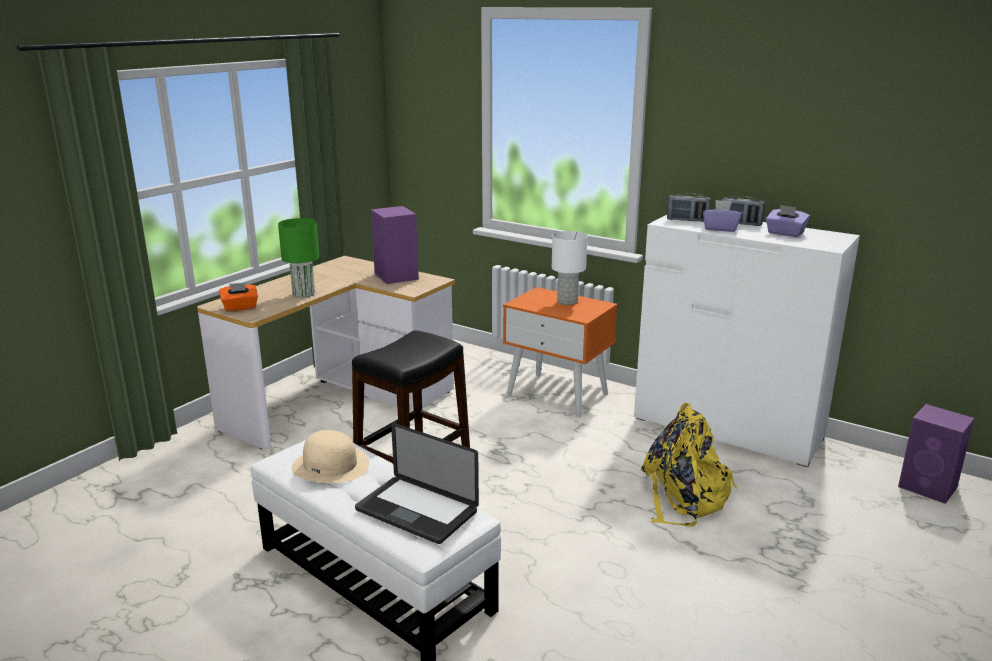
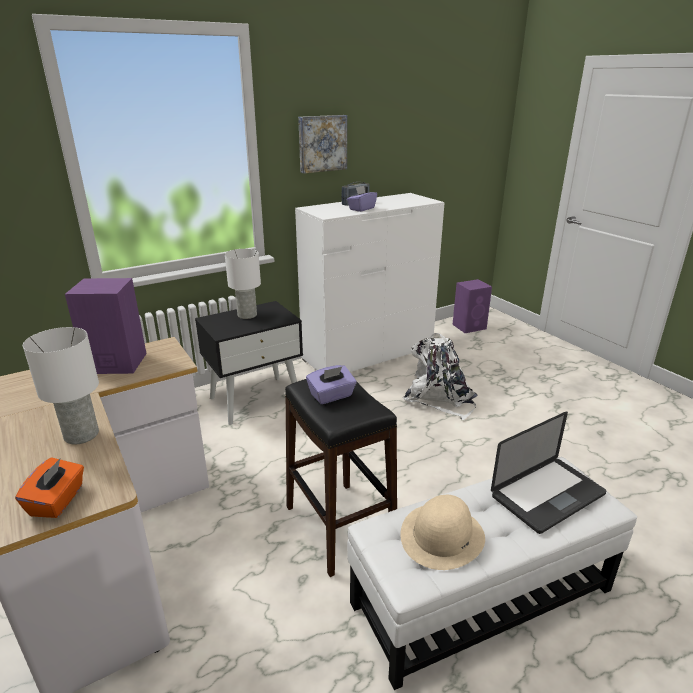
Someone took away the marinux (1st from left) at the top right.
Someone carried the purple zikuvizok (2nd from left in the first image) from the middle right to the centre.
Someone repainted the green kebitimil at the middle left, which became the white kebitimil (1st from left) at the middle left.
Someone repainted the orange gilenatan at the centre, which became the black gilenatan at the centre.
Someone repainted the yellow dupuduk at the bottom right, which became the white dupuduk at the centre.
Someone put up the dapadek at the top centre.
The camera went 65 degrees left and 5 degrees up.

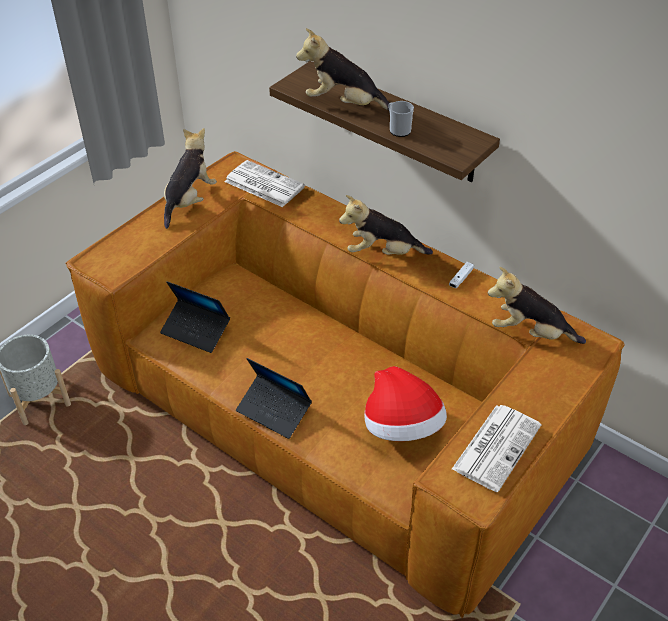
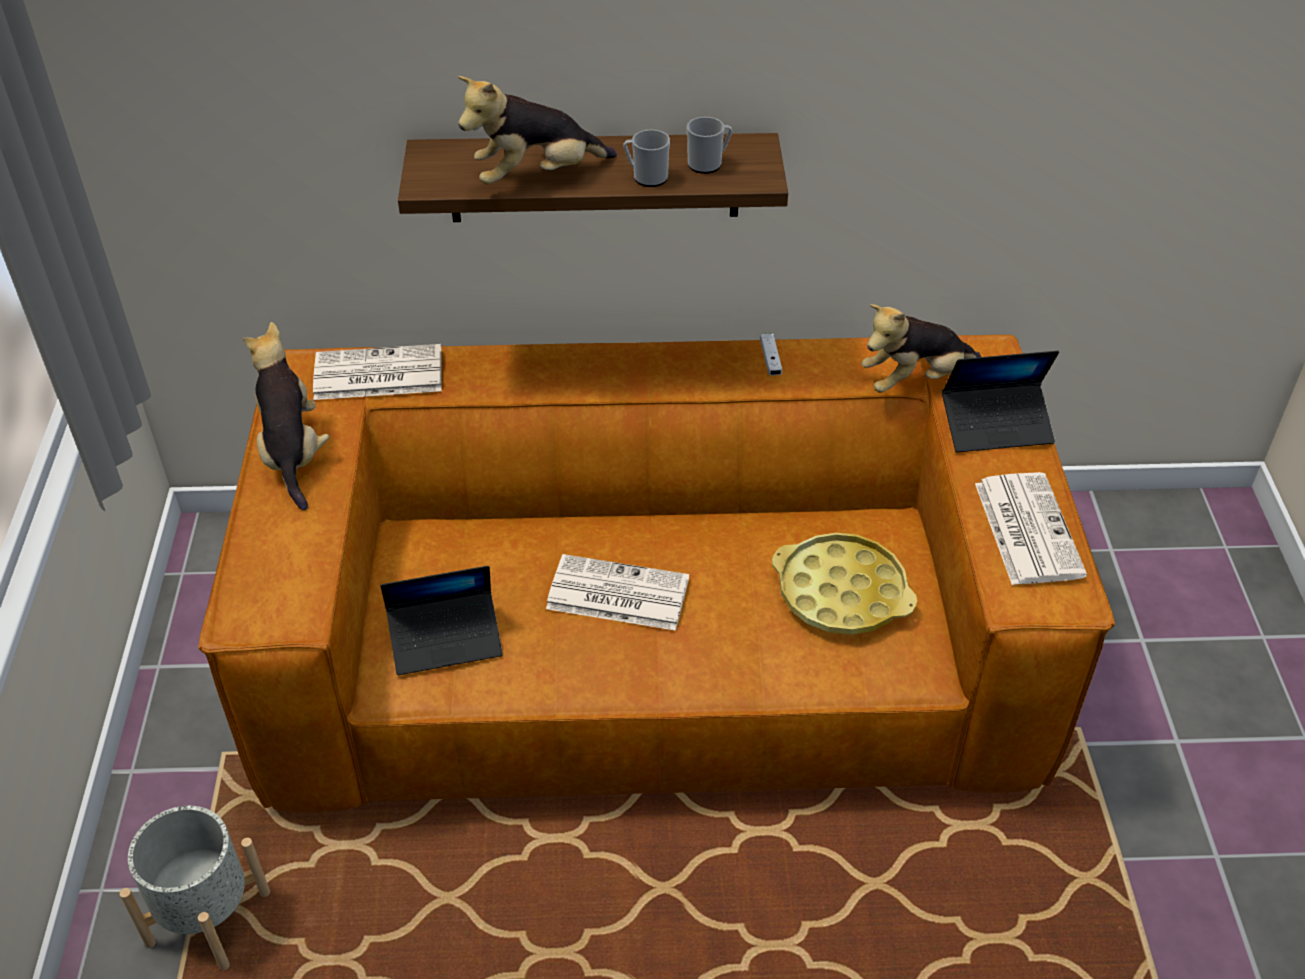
Someone took away the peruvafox (3rd from left) at the centre.
Someone carried the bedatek (2nd from left) from the centre to the middle right.
Someone swapped the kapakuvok at the centre for the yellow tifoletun at the centre.
Someone put down the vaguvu (2nd from left) at the top centre.
Someone put down the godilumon (2nd from left) at the centre.
The camera went 40 degrees left and 0 degrees up.

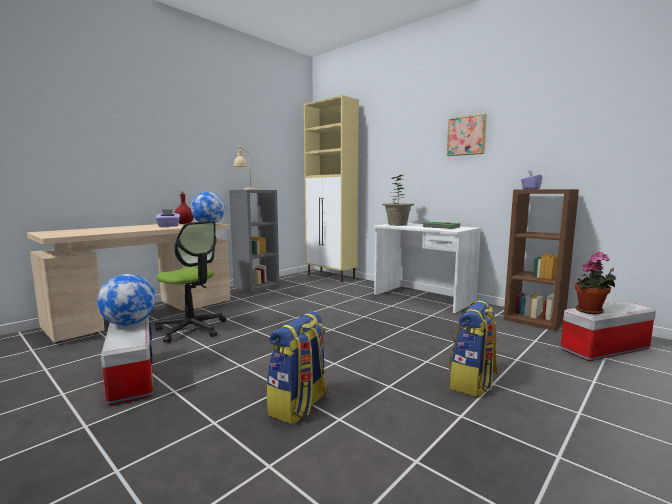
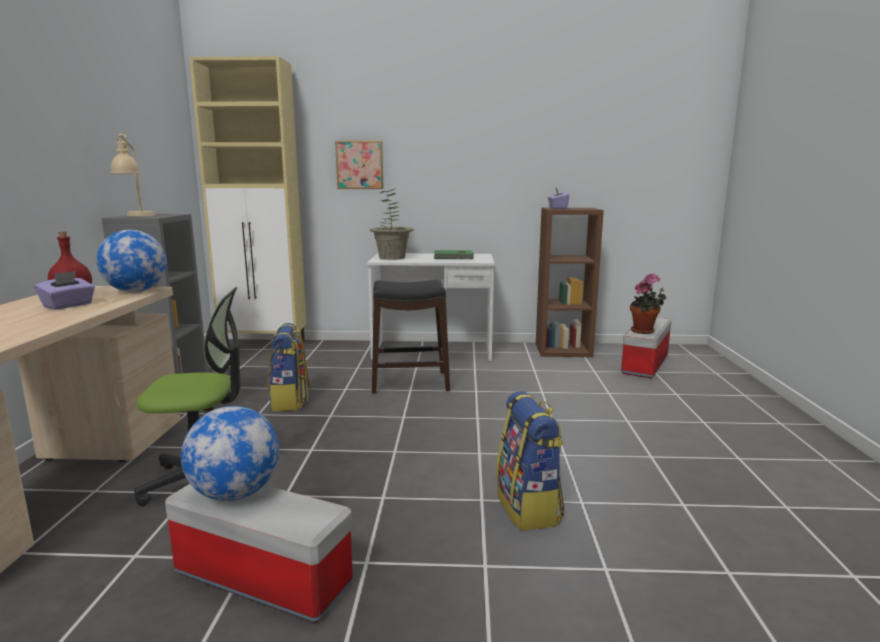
Someone carried the dapadek from the top right to the top centre.
Someone carried the dupuduk (2nd from left in the first image) from the bottom right to the middle left.
Someone put down the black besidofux at the centre.
The camera went 40 degrees left and 5 degrees up.

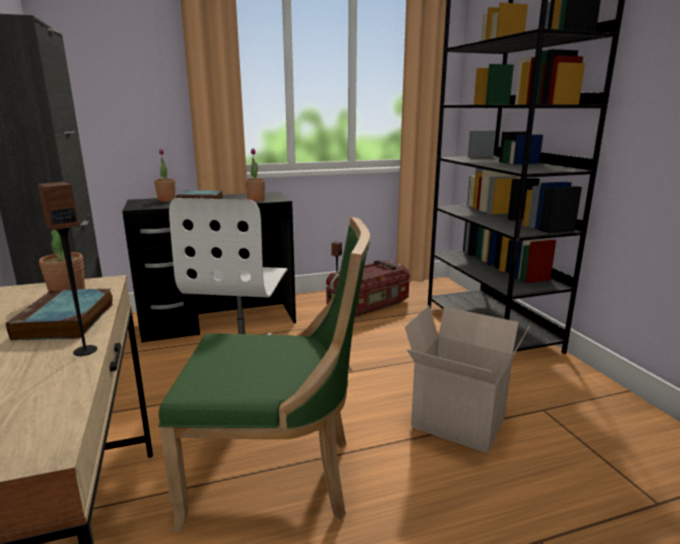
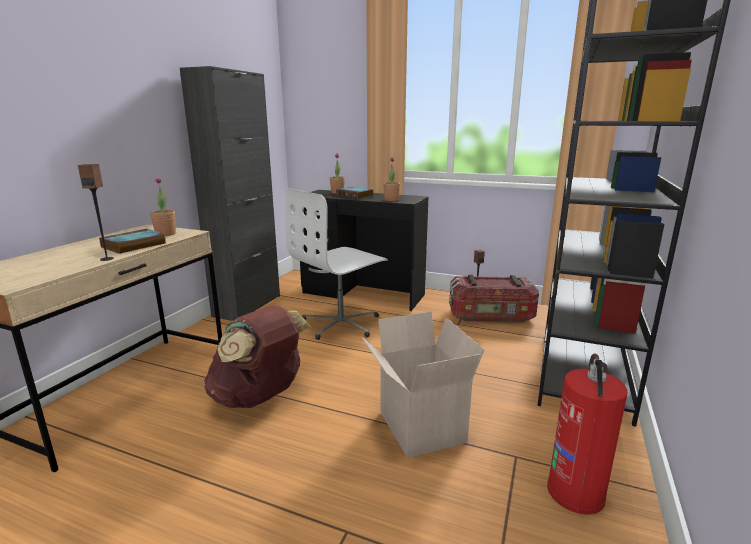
Someone swapped the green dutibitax at the bottom centre for the brown dupuduk at the centre.
Someone put down the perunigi at the bottom right.
The camera went 40 degrees right and 0 degrees up.

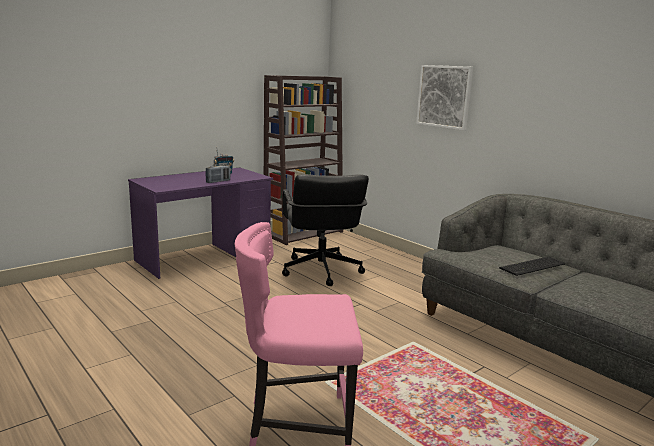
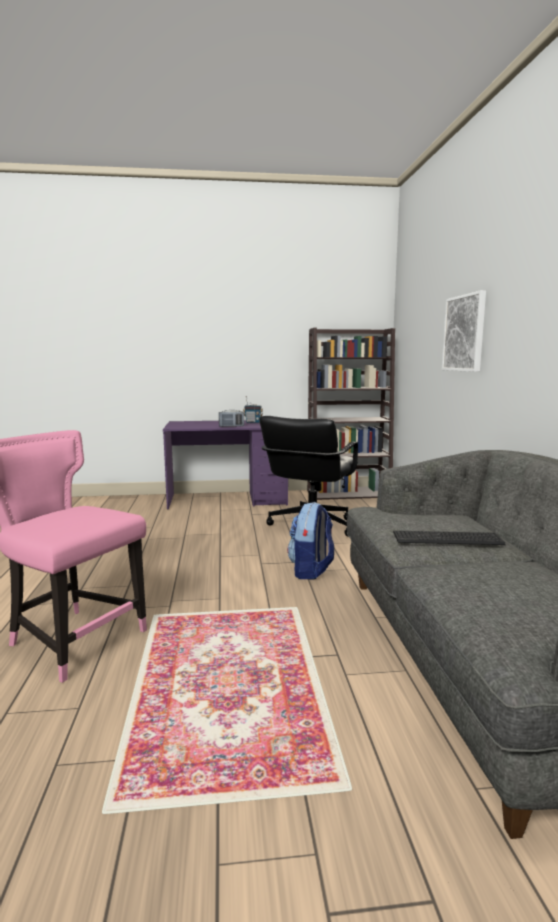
Someone put down the dupuduk at the centre.
The camera went 35 degrees right and 5 degrees down.

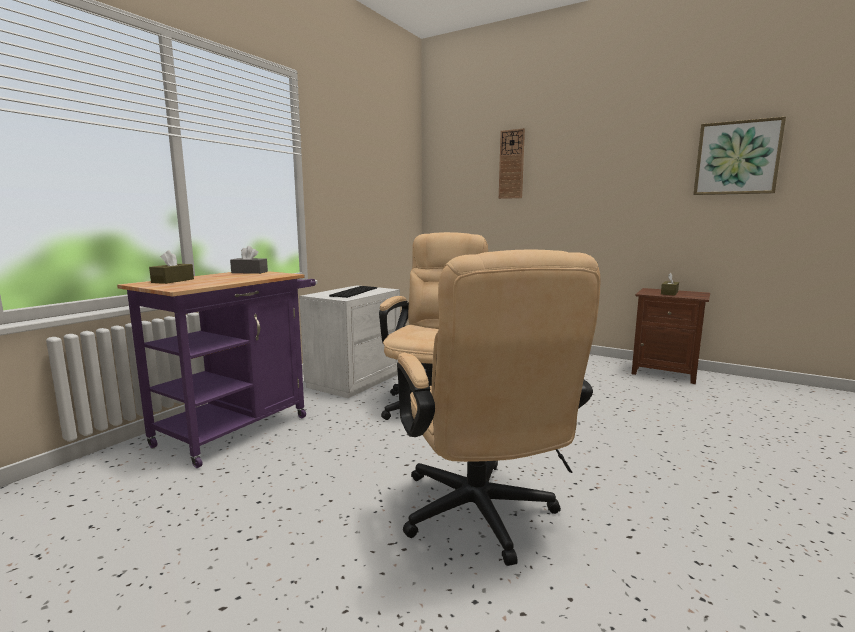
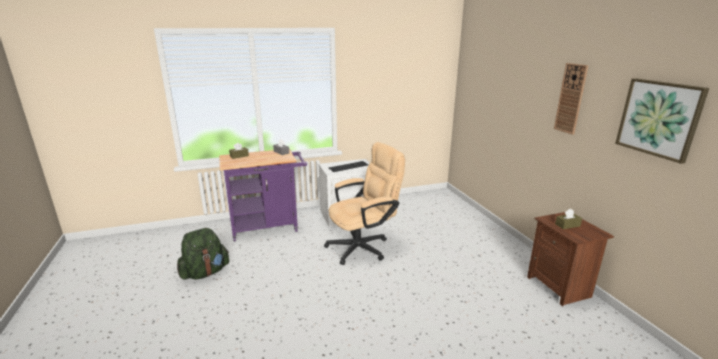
Someone carried the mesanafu from the top centre to the top right.
Someone took away the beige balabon (2nd from left) at the centre.
Someone put down the green dupuduk at the bottom left.
The camera went 40 degrees right and 10 degrees up.

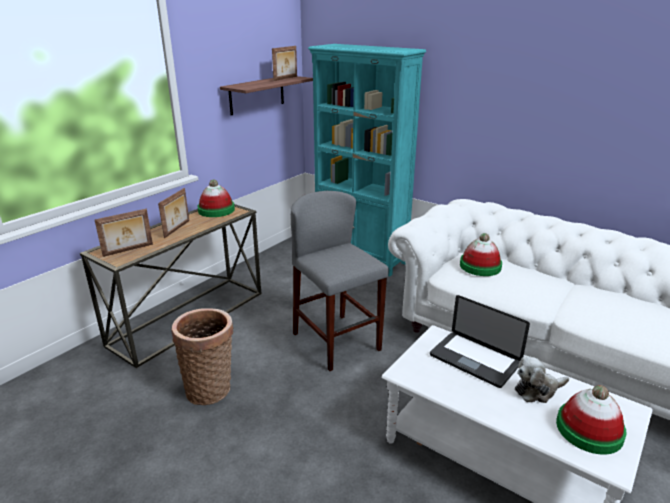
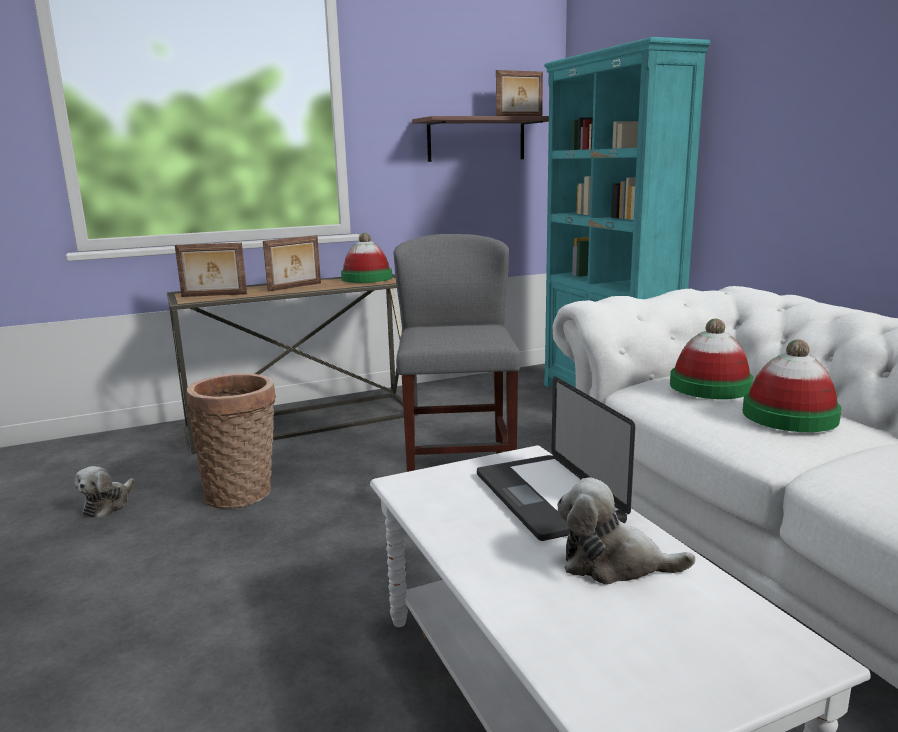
Someone carried the kapakuvok (3rd from left) from the bottom right to the middle right.
Someone put down the peruvafox (1st from left) at the bottom left.
The camera went 30 degrees right and 10 degrees down.

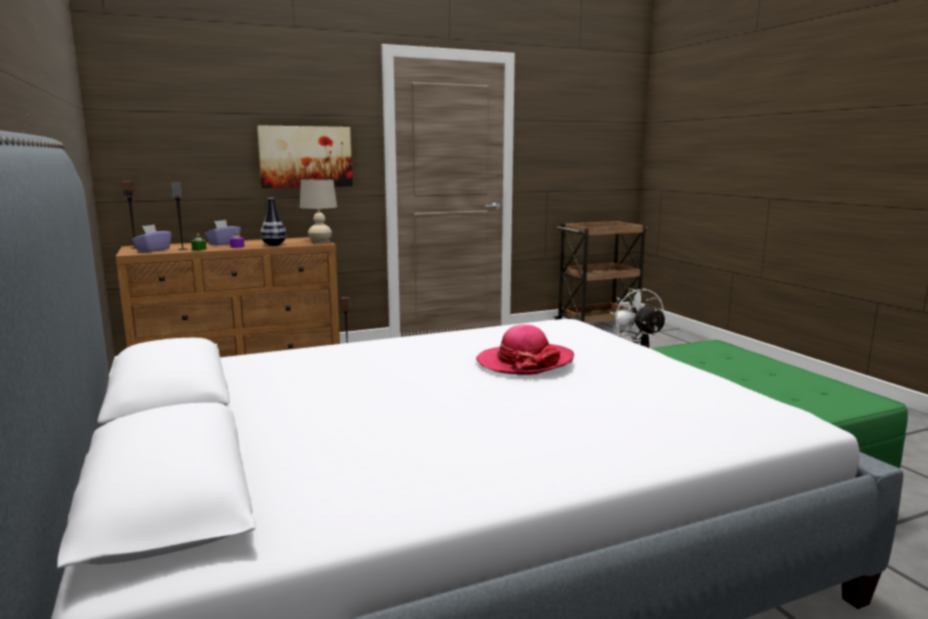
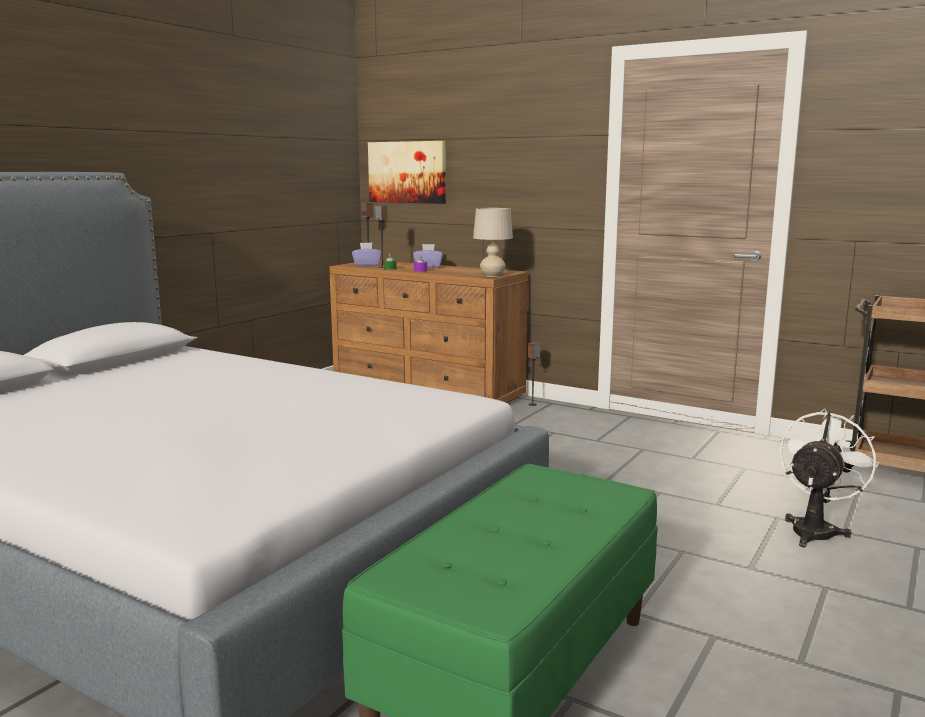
Someone carried the dapadek from the top left to the top centre.
Someone took away the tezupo at the middle left.
Someone took away the kapakuvok at the centre.
The camera went 55 degrees right and 0 degrees up.

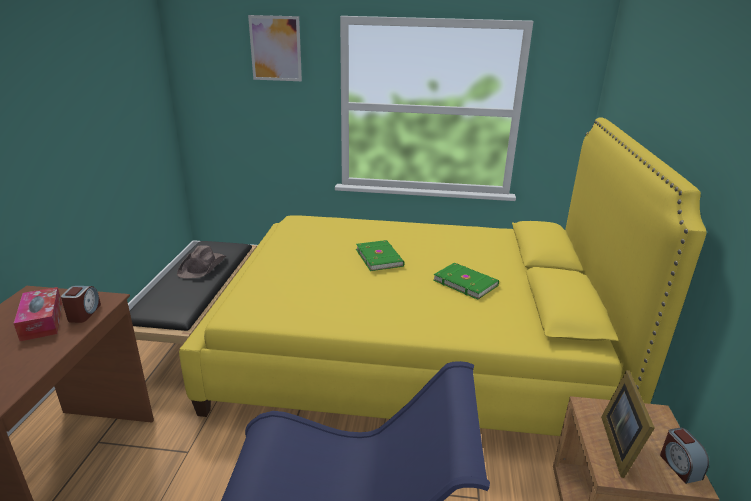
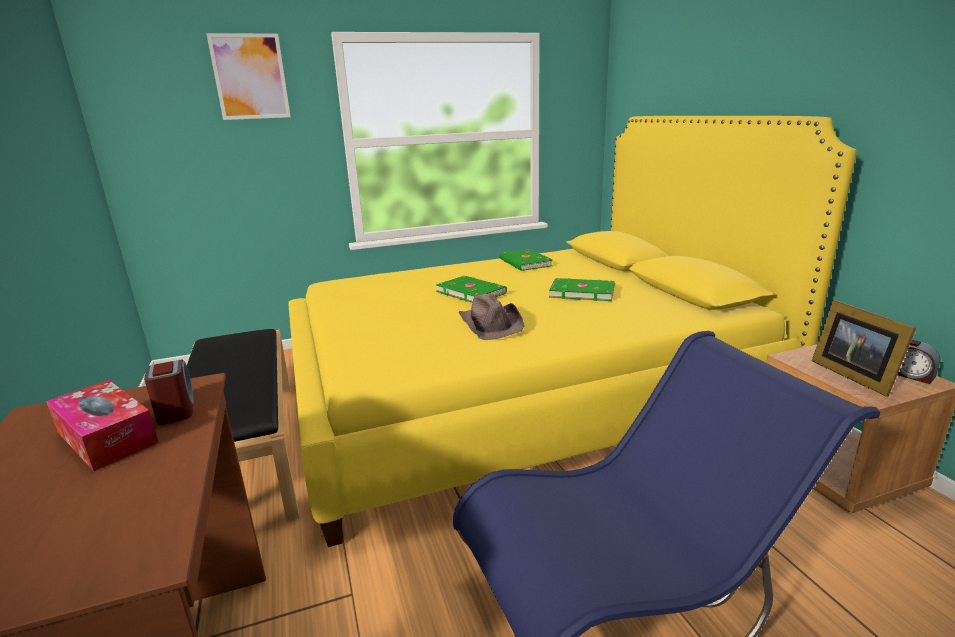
Someone carried the brown kapakuvok from the middle left to the centre.
Someone put down the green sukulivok (2nd from left) at the centre.
The camera went 25 degrees left and 5 degrees down.

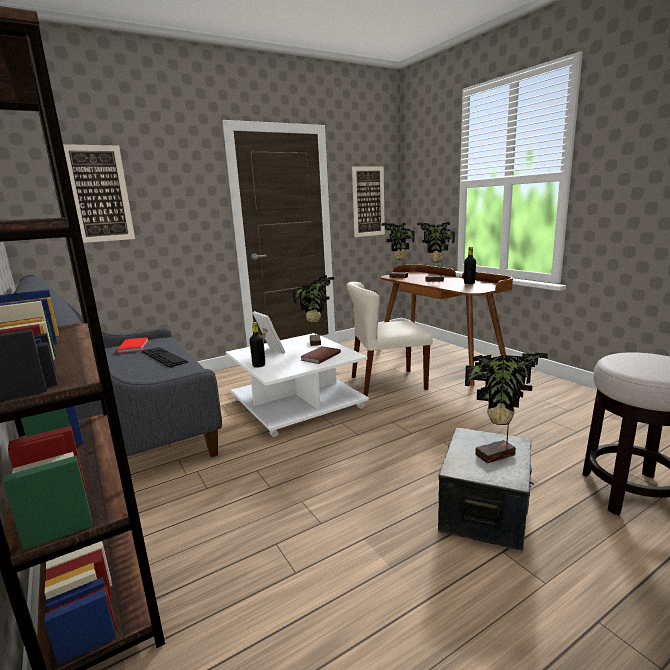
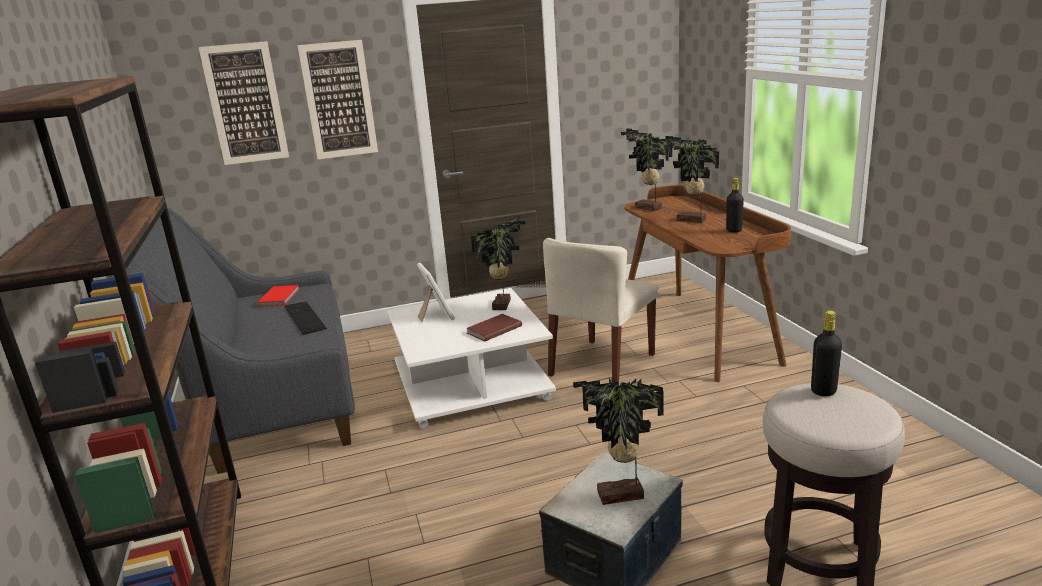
Someone carried the dapadek (2nd from left) from the top centre to the top left.
Someone rotated the beige dutibitax at the centre by 60 degrees counterclockwise.
Someone carried the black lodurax (1st from left in the first image) from the centre to the middle right.
The camera went 15 degrees right and 5 degrees up.

